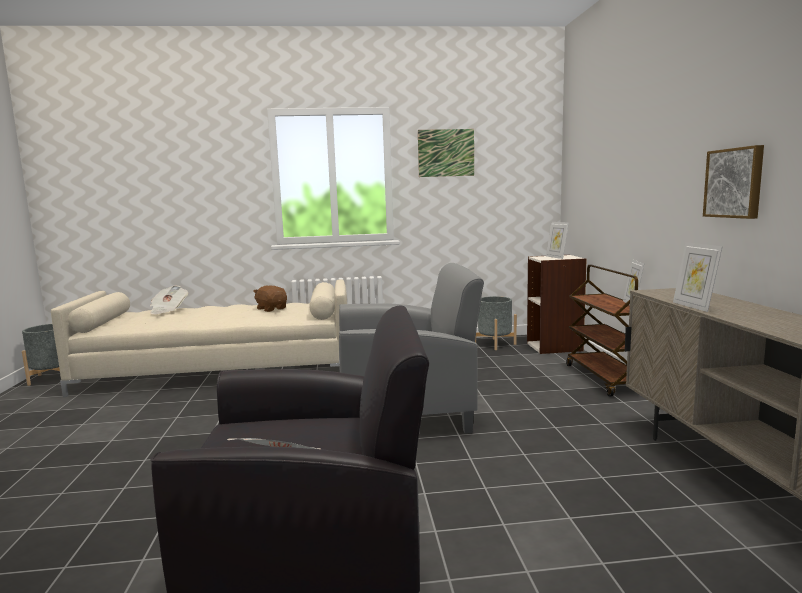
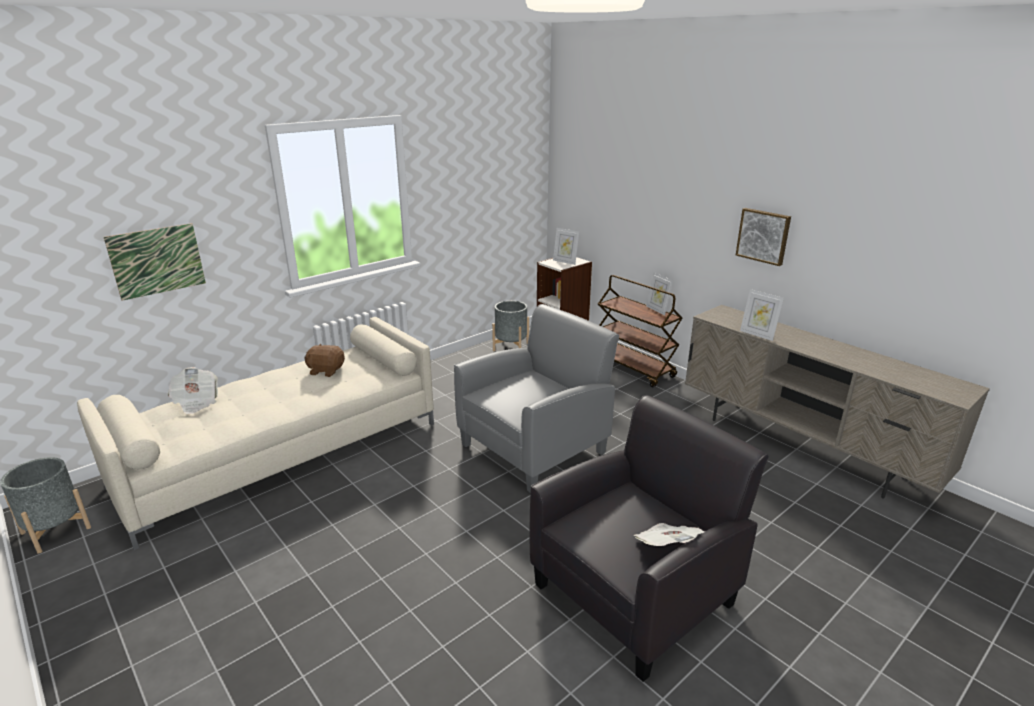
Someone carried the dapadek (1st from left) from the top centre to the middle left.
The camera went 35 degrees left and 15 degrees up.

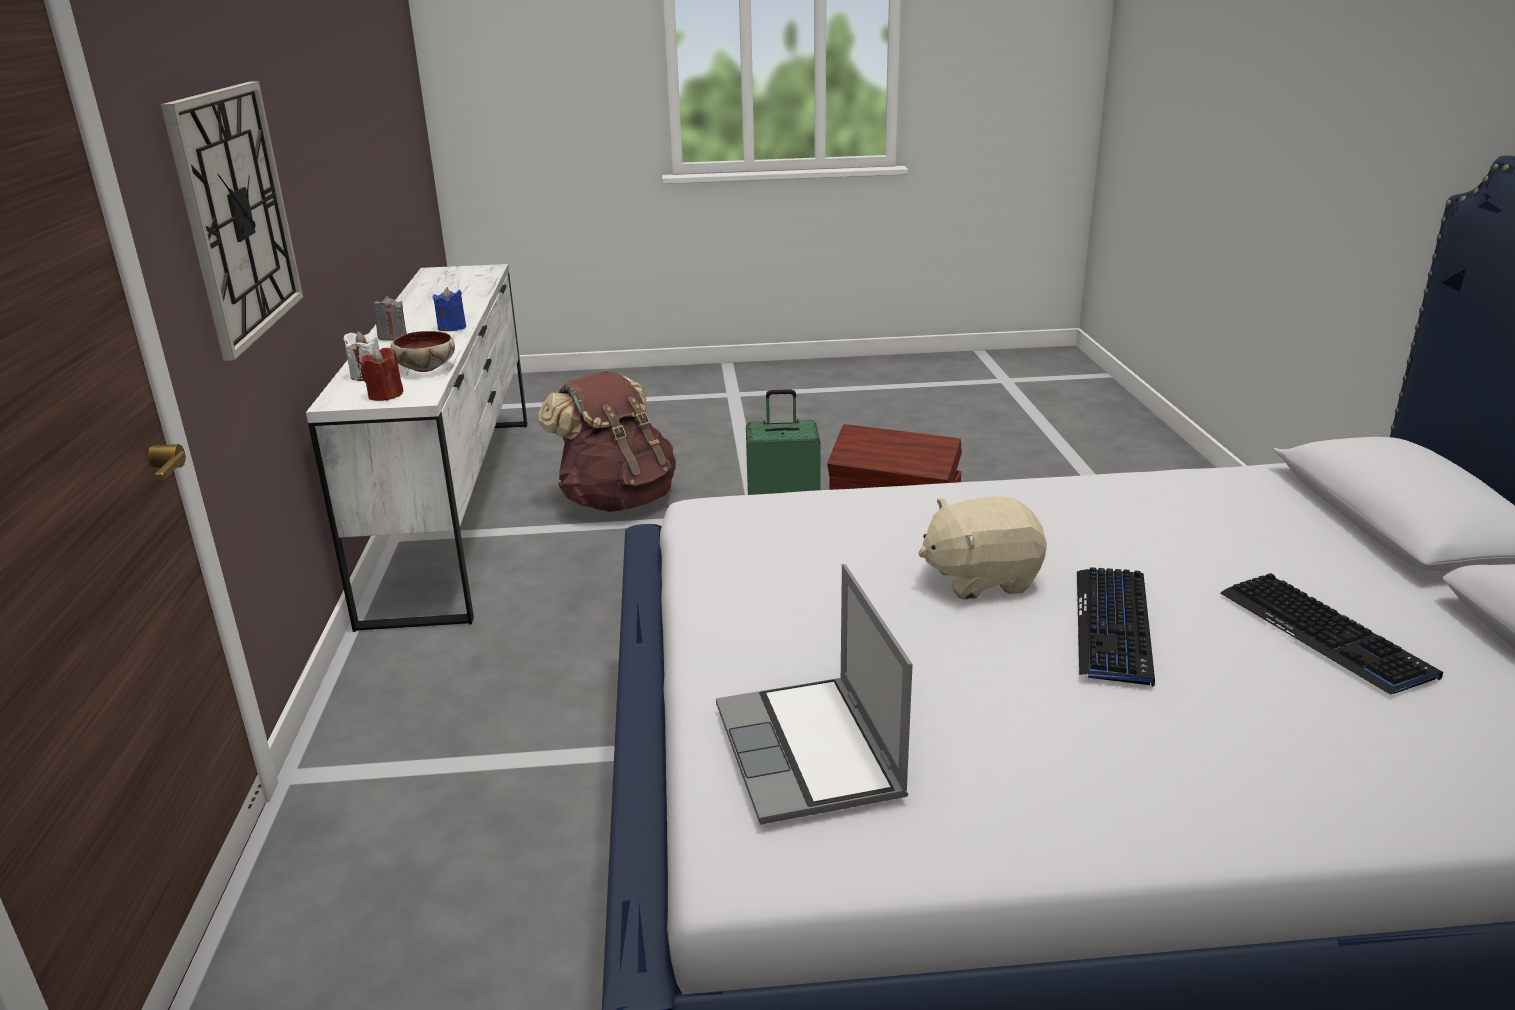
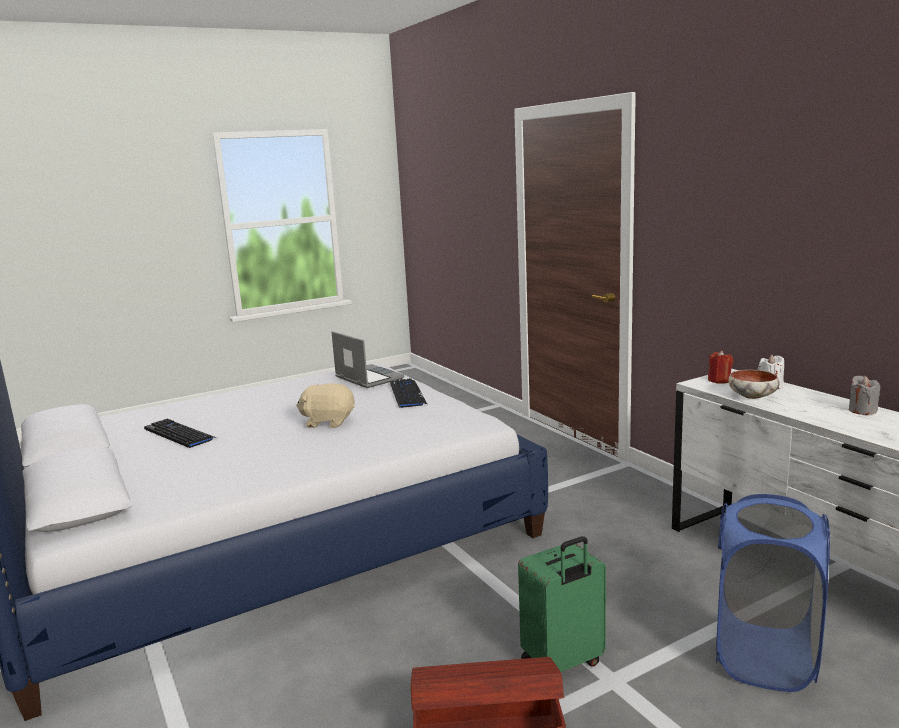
Someone took away the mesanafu at the top left.
Someone took away the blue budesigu at the top left.
Someone swapped the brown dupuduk at the centre for the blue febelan at the bottom right.
Someone rotated the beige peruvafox at the centre by 135 degrees counterclockwise.
Someone carried the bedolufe (1st from left in the first image) from the middle right to the centre.
The camera went 155 degrees right and 10 degrees down.

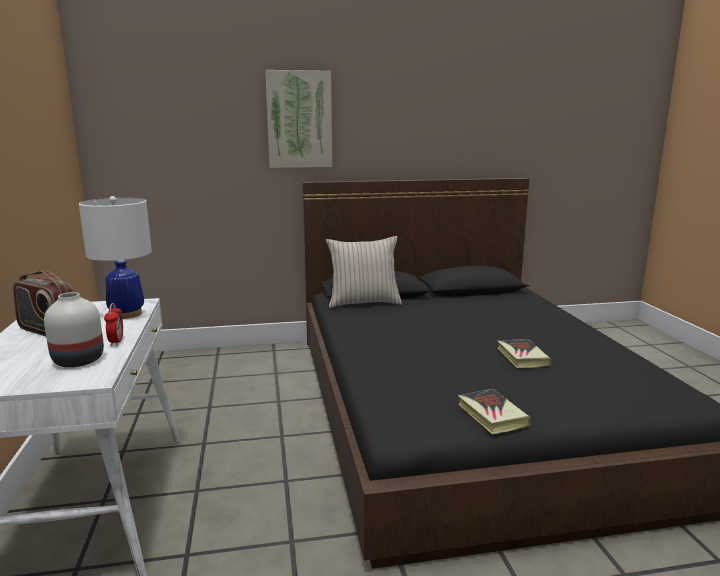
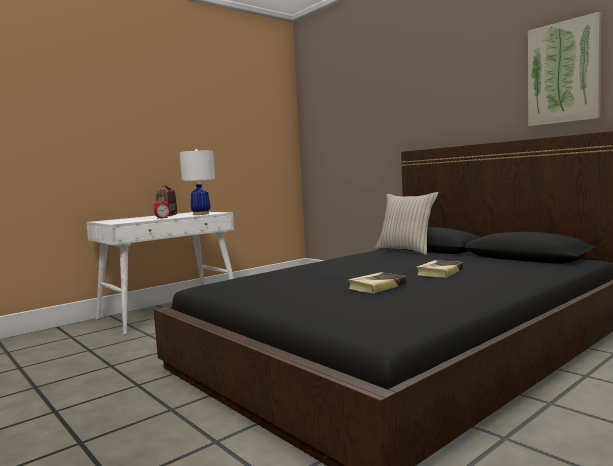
Someone carried the dapadek from the top centre to the top right.
Someone took away the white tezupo at the middle left.
Someone carried the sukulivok (1st from left in the first image) from the bottom right to the middle right.
The camera went 60 degrees right and 10 degrees down.

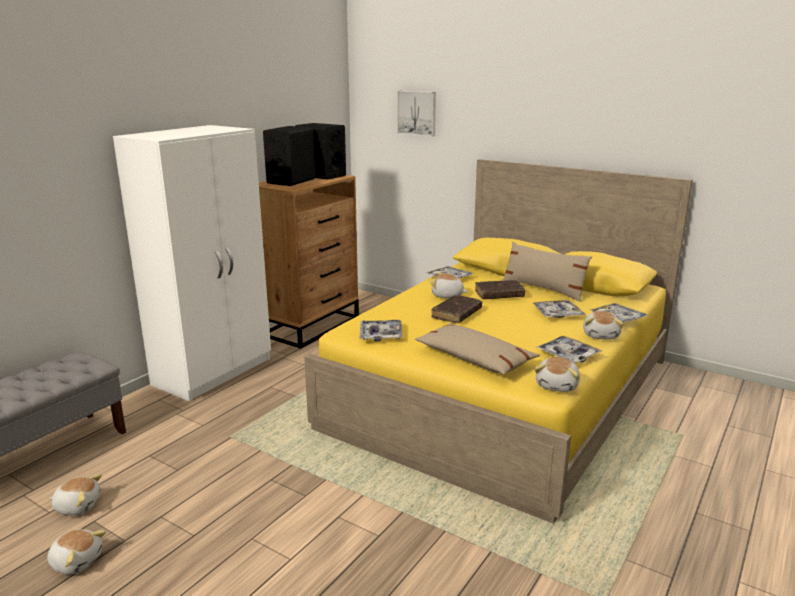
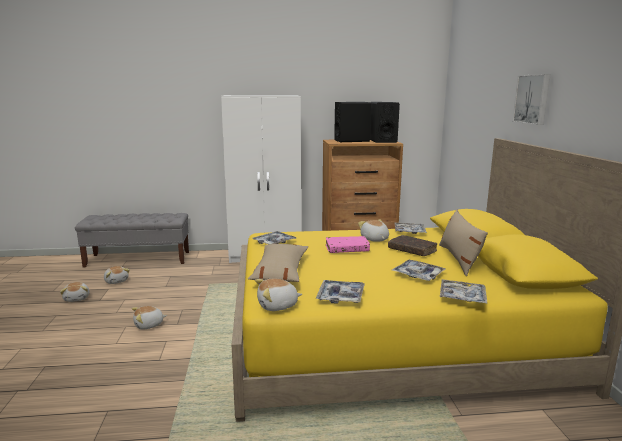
Someone carried the dapadek from the top centre to the top right.
Someone repainted the brown sukulivok (1st from left) at the centre, which became the pink sukulivok at the centre.
Someone carried the peruvafox (5th from left in the first image) from the middle right to the bottom left.
The camera went 50 degrees right and 5 degrees down.

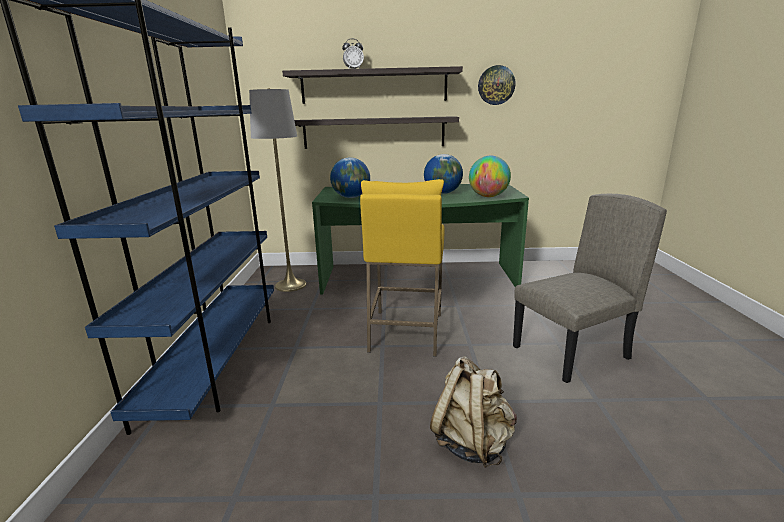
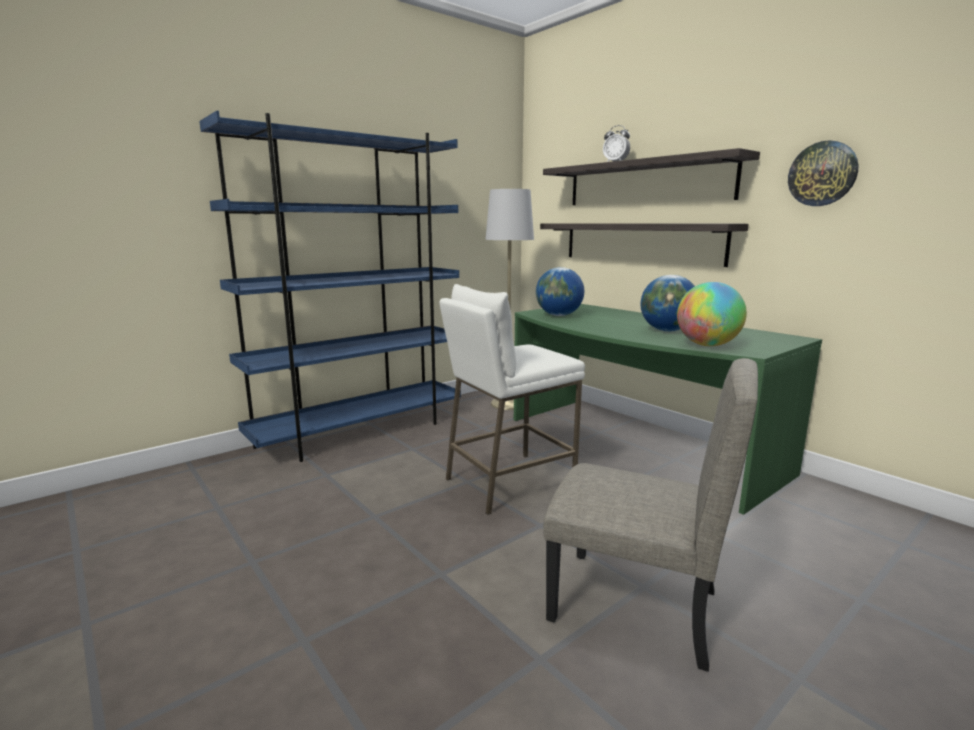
Someone repainted the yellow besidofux at the centre, which became the white besidofux at the centre.
Someone took away the beige dupuduk at the bottom centre.
The camera went 50 degrees right and 5 degrees down.

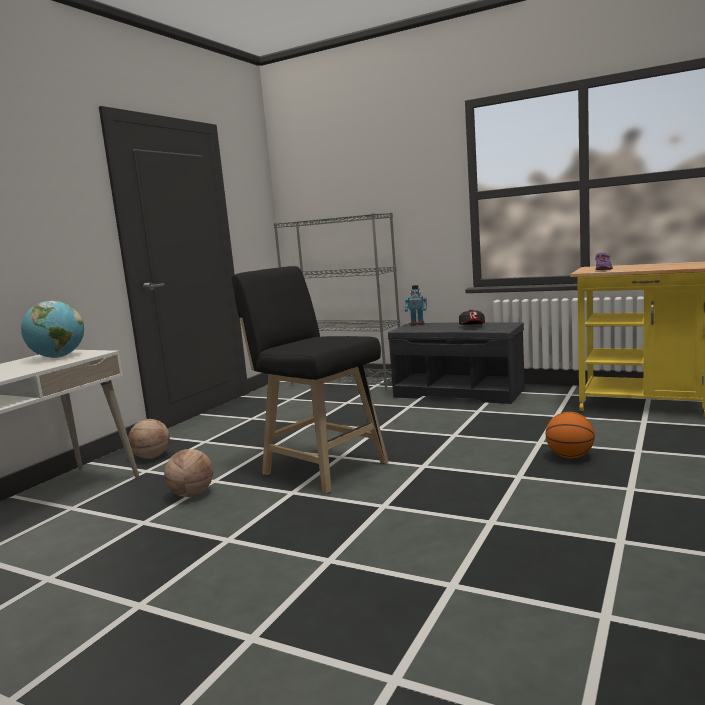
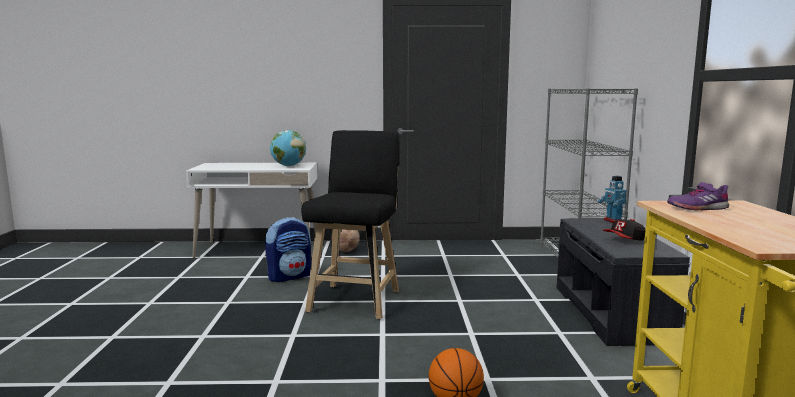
Someone swapped the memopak (2nd from left) at the bottom left for the dupuduk at the centre.
The camera went 60 degrees right and 0 degrees up.

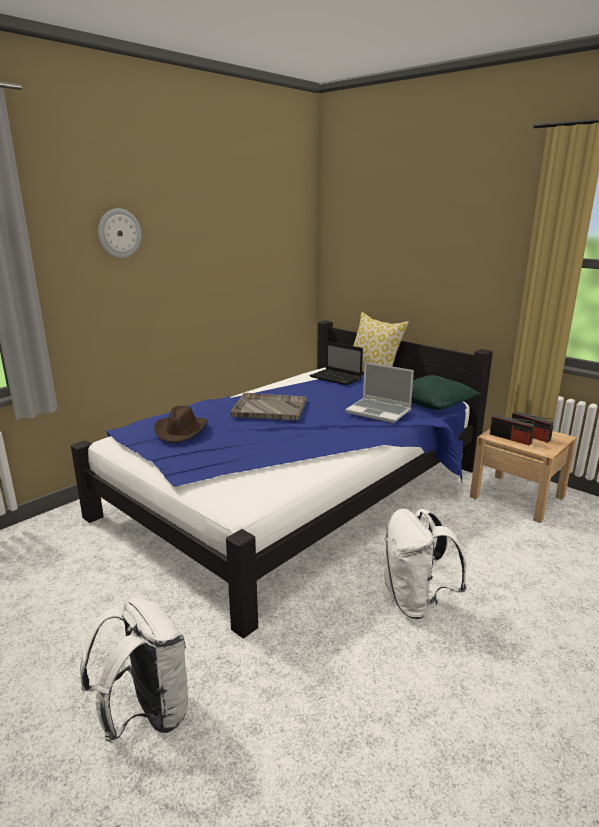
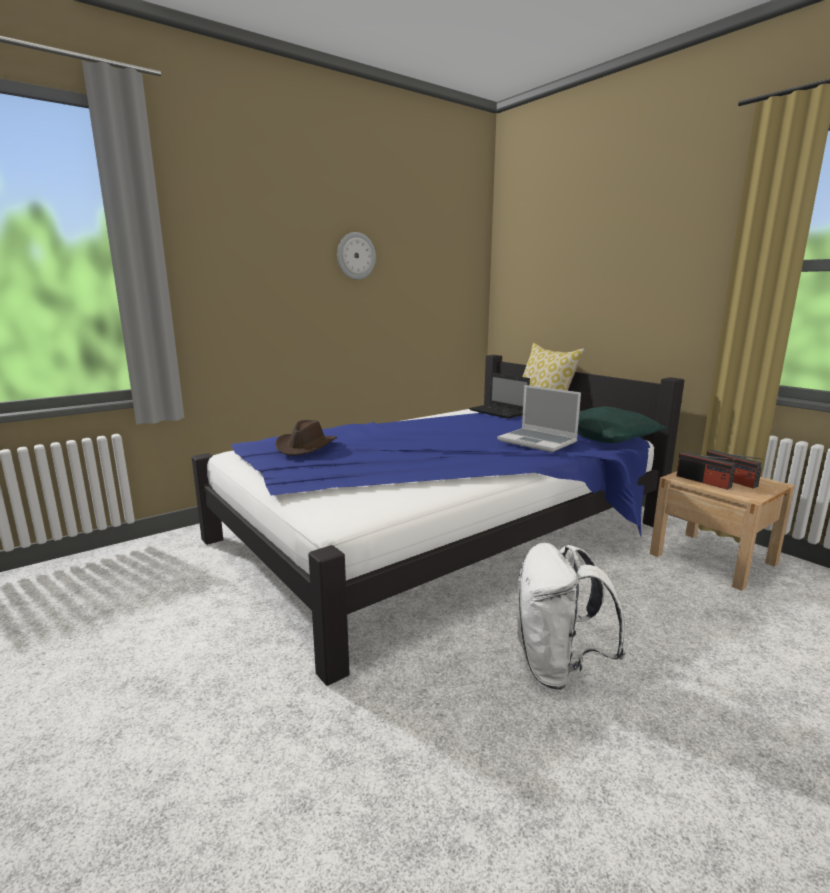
Someone carried the mesanafu from the top left to the top centre.
Someone took away the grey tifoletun at the centre.
Someone took away the white dupuduk (1st from left) at the bottom left.
The camera went 10 degrees right and 5 degrees down.

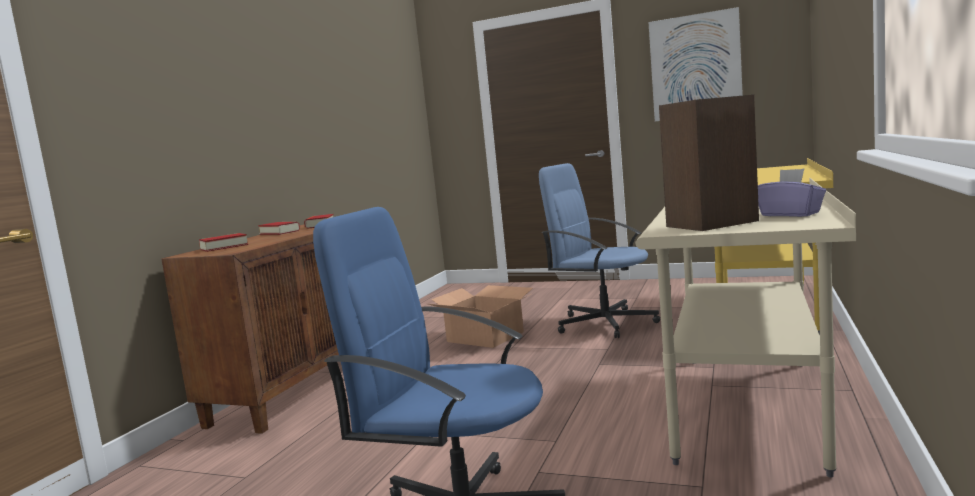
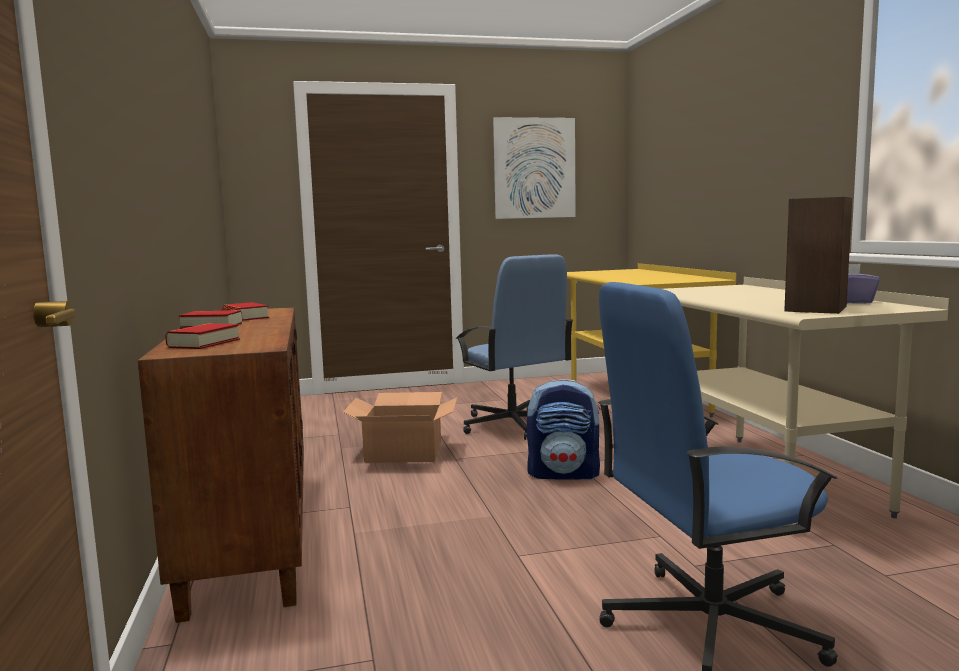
Someone rotated the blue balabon (2nd from left in the first image) at the centre by 120 degrees counterclockwise.
Someone put down the dupuduk at the centre.
The camera went 35 degrees left and 0 degrees up.

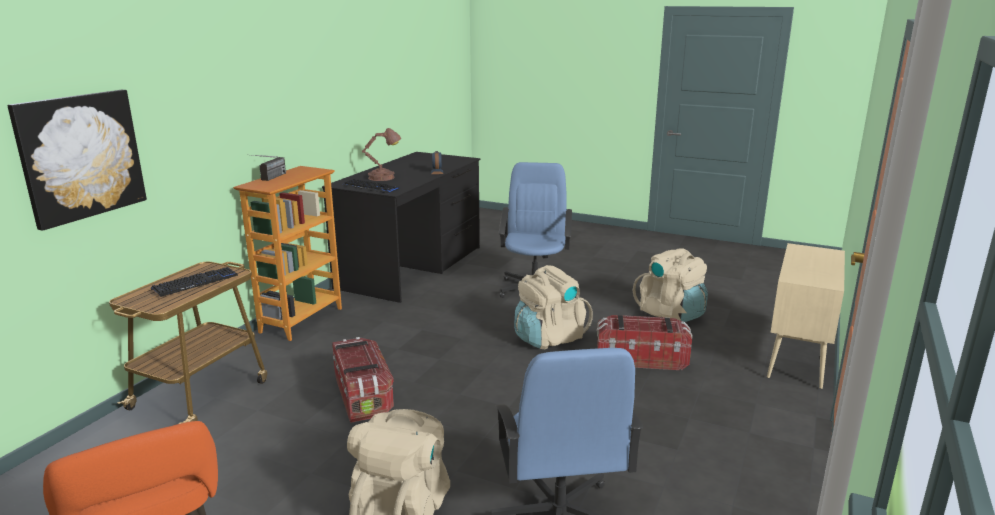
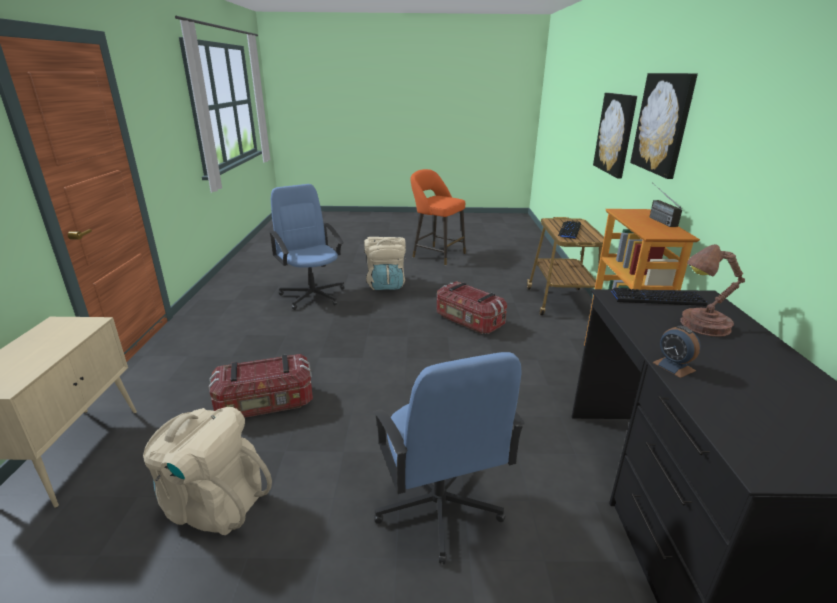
Someone took away the beige dupuduk (2nd from left) at the centre.
Someone put up the dapadek (2nd from left) at the top right.
The camera went 155 degrees right and 5 degrees up.

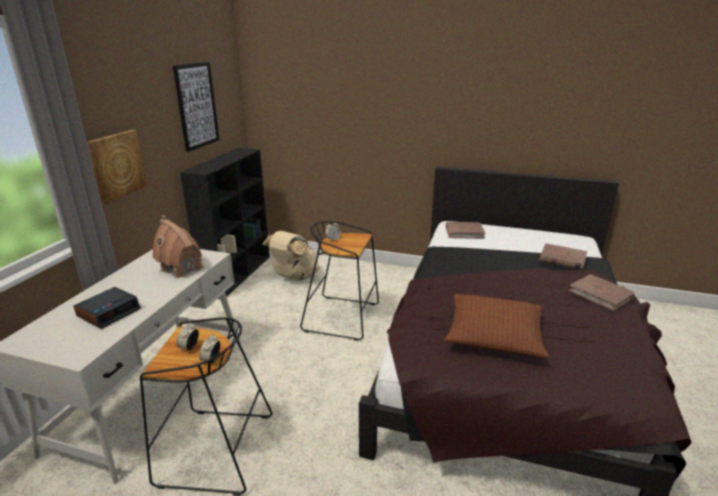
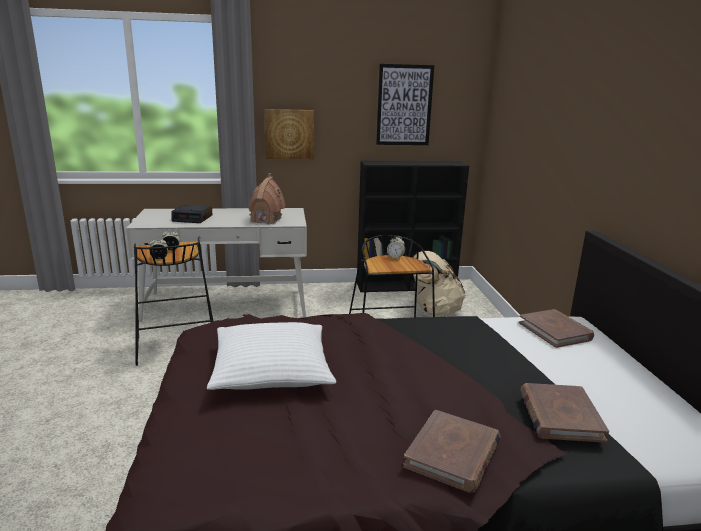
Someone repainted the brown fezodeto at the middle right, which became the white fezodeto at the bottom centre.
The camera went 65 degrees right and 5 degrees down.

